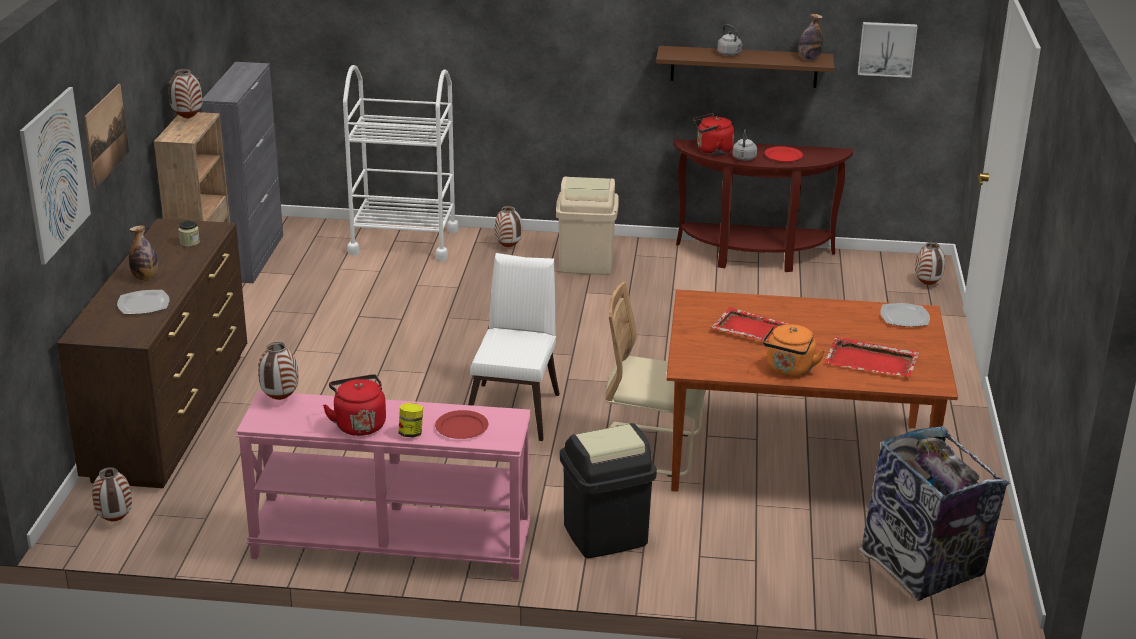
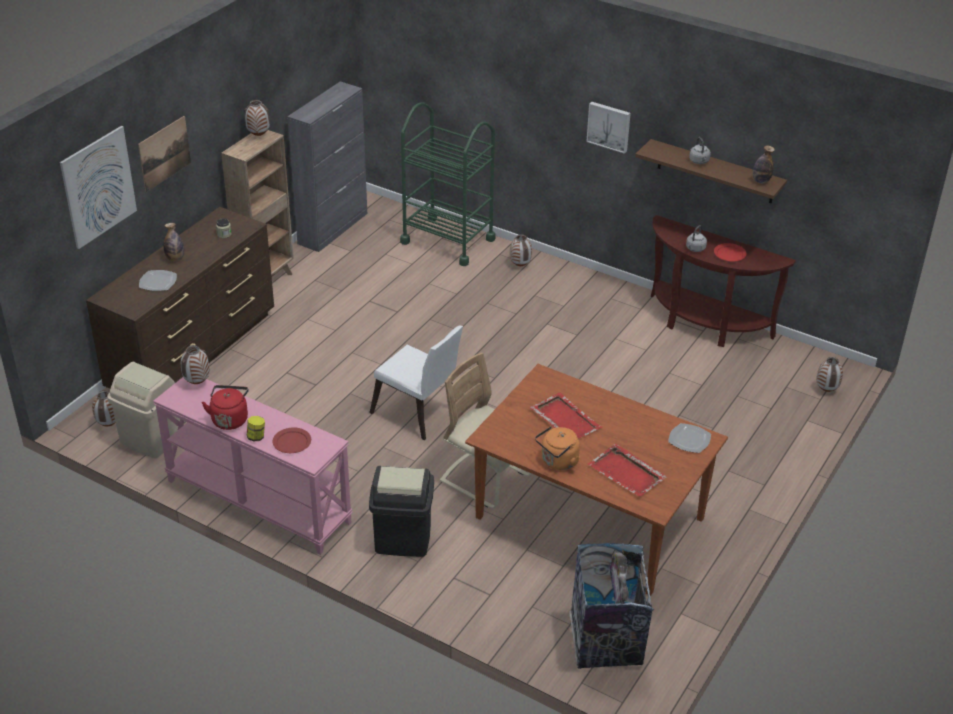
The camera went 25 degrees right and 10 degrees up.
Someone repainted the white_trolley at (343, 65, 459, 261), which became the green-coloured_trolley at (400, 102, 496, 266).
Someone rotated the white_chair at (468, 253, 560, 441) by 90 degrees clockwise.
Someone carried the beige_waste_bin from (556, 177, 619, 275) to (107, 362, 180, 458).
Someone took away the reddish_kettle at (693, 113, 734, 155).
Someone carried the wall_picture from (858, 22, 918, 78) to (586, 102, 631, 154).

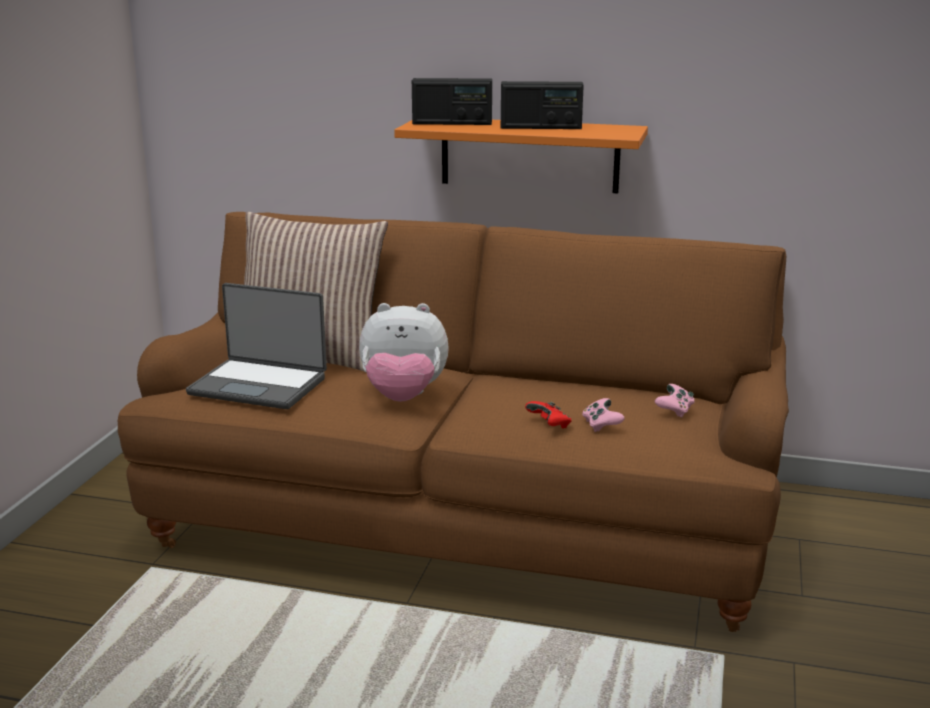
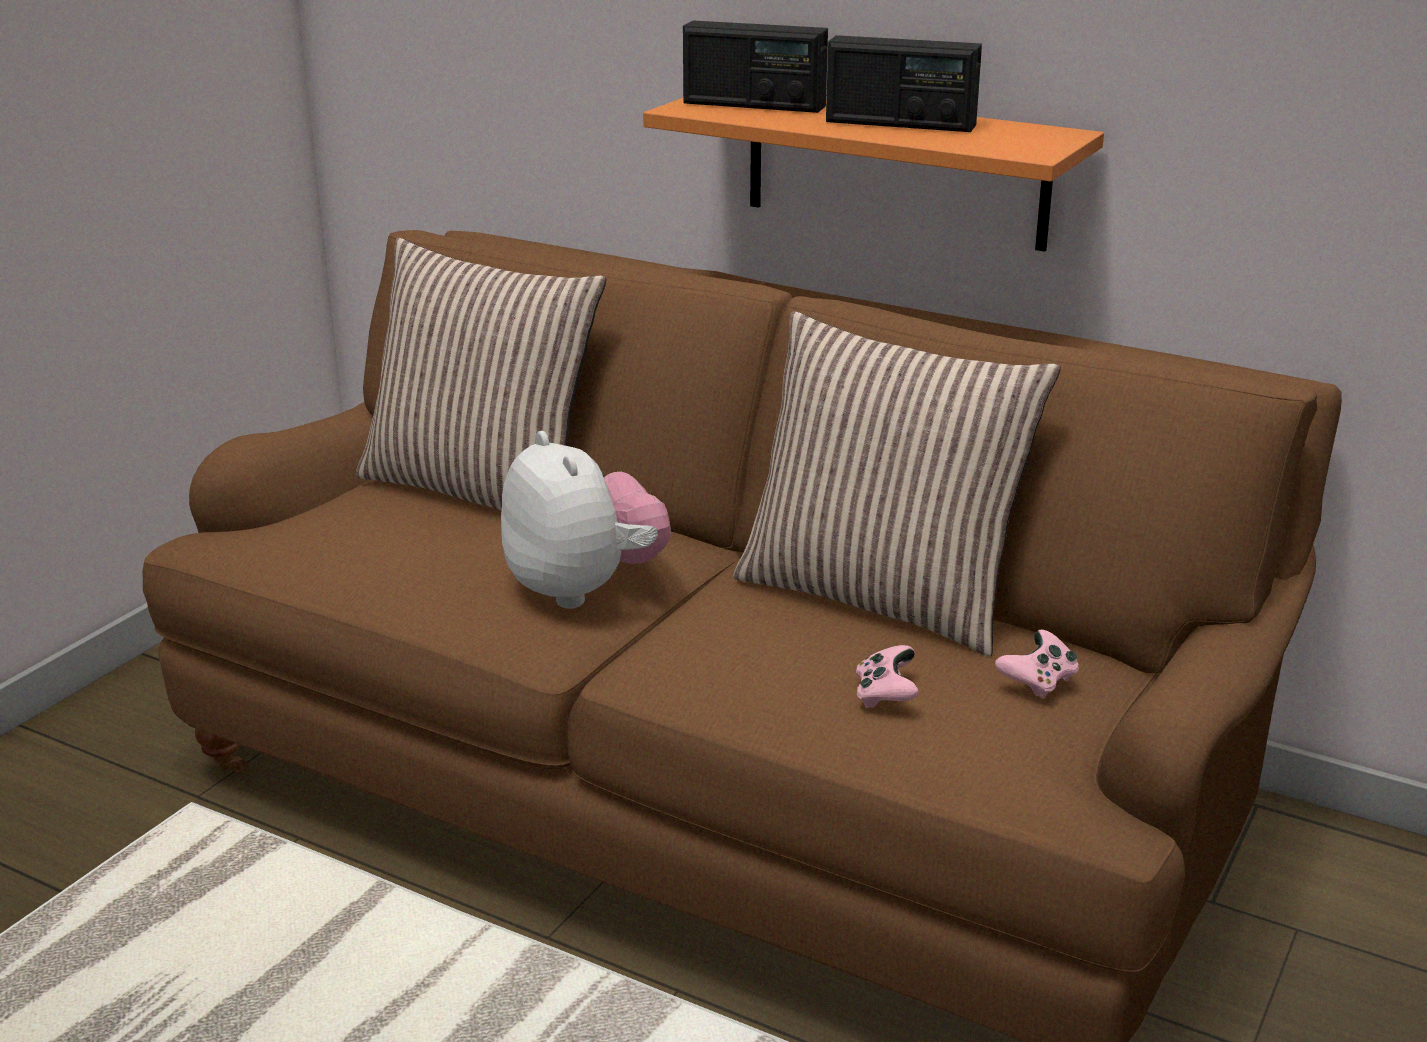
The camera went 15 degrees right and 5 degrees up.
Someone took away the notebook_computer at (186, 283, 327, 409).
Someone rotated the cuddly_toy at (359, 303, 449, 402) by 135 degrees counterclockwise.
Someone took away the reddish_joypad at (525, 401, 572, 429).
Someone put down the pillow at (734, 311, 1061, 656).

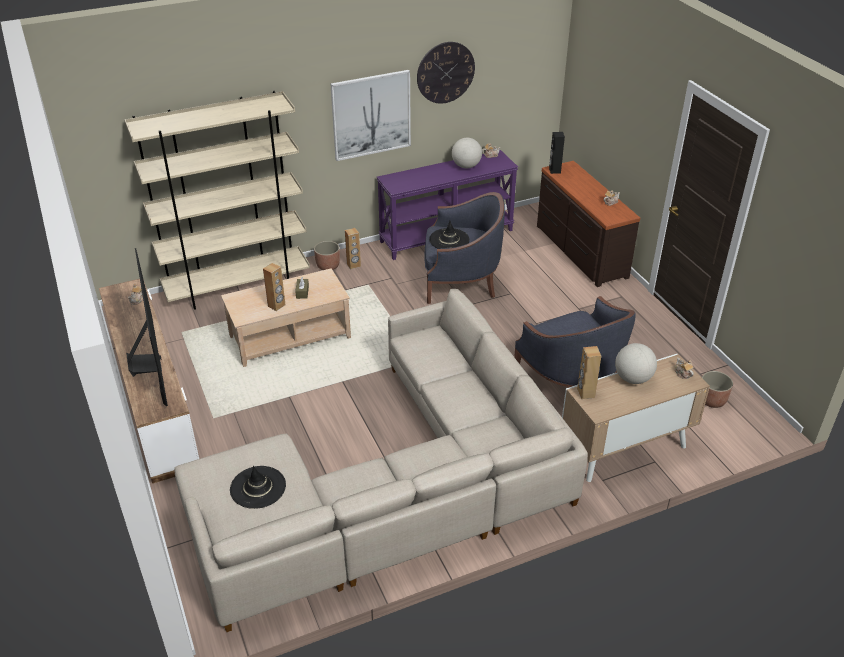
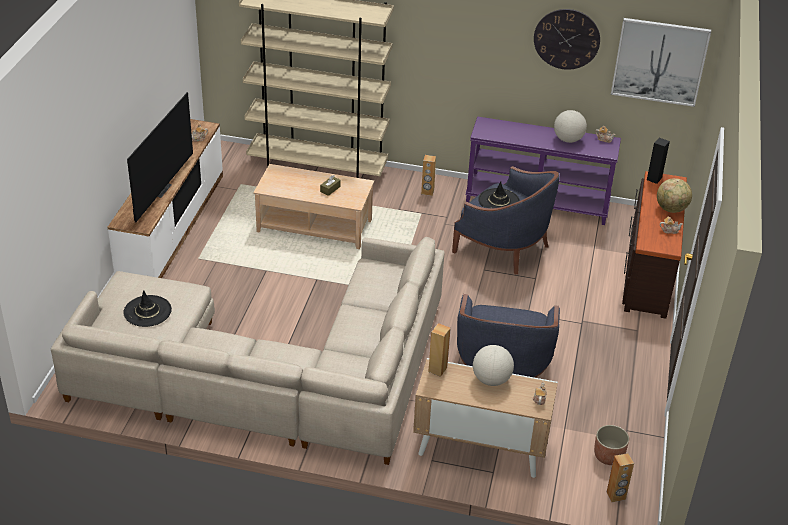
The camera went 35 degrees right and 0 degrees up.
Someone carried the brown_loudspeaker from (263, 263, 286, 311) to (607, 453, 634, 502).
Someone took away the plant_pot at (314, 241, 340, 270).
Someone carried the wall_picture from (330, 70, 411, 161) to (611, 18, 711, 107).
Someone put down the world_globe at (657, 178, 692, 213).

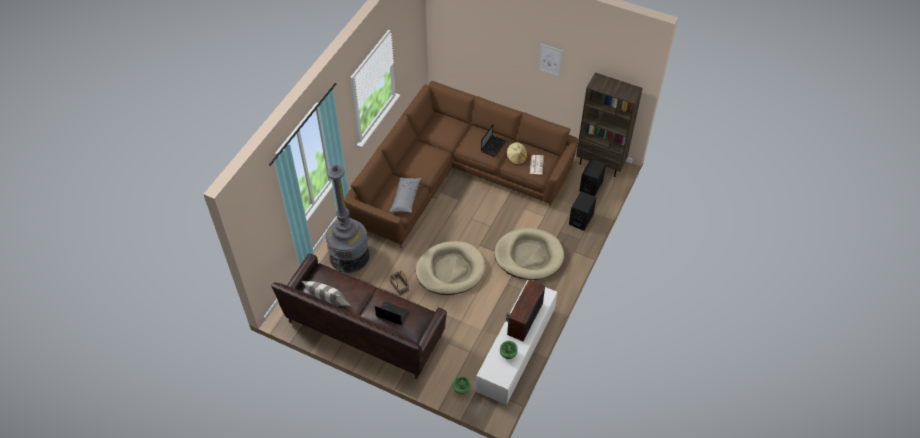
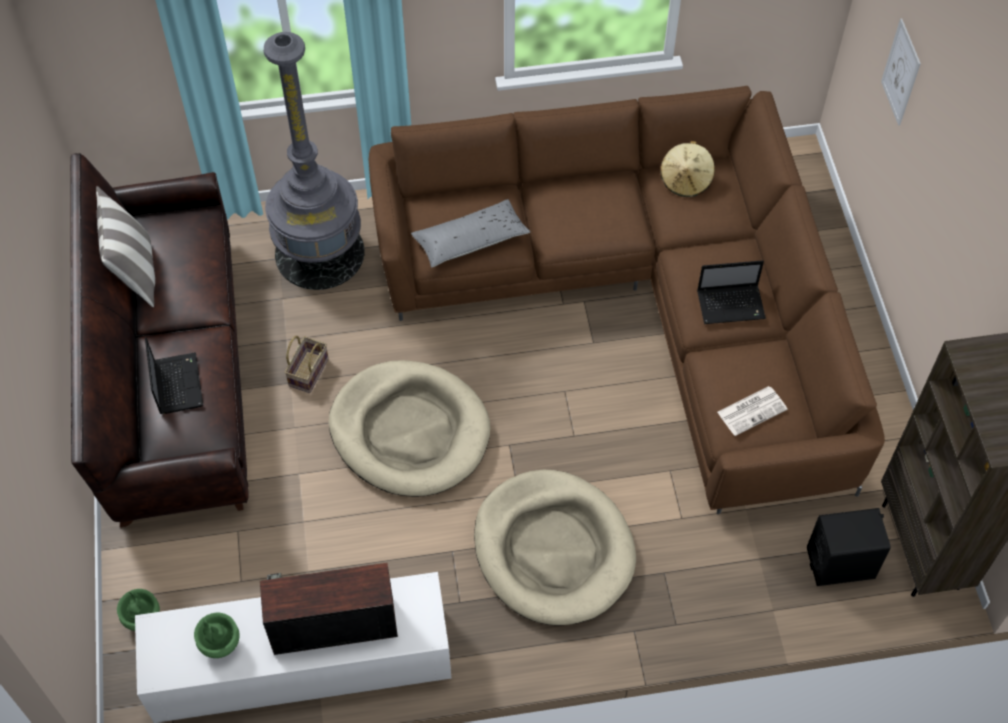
The camera went 55 degrees right and 5 degrees up.
Someone carried the beige_clothing_hat from (507, 142, 527, 165) to (660, 141, 715, 197).
Someone carried the wall_picture from (538, 44, 563, 77) to (881, 19, 921, 125).
Someone took away the black-coloured_loudspeaker at (569, 191, 596, 231).

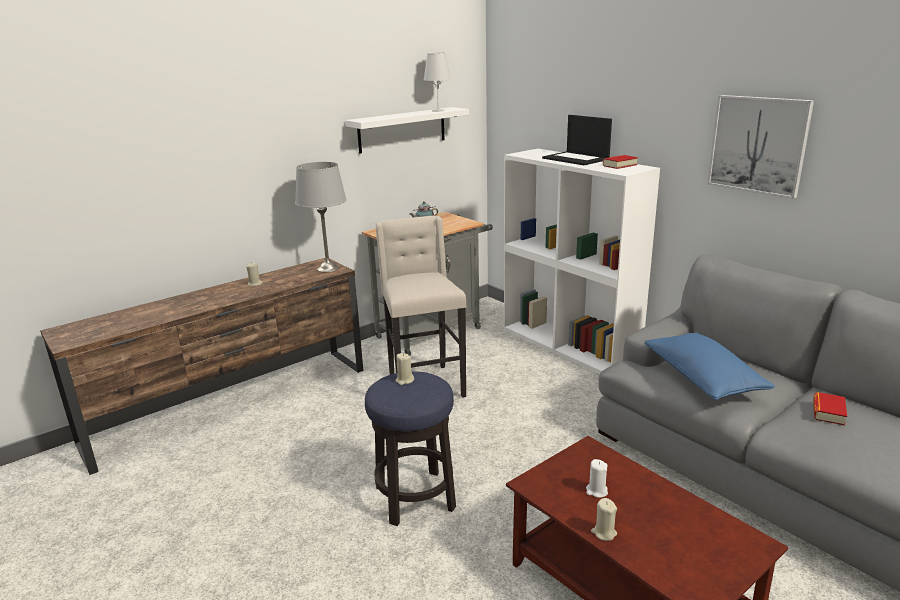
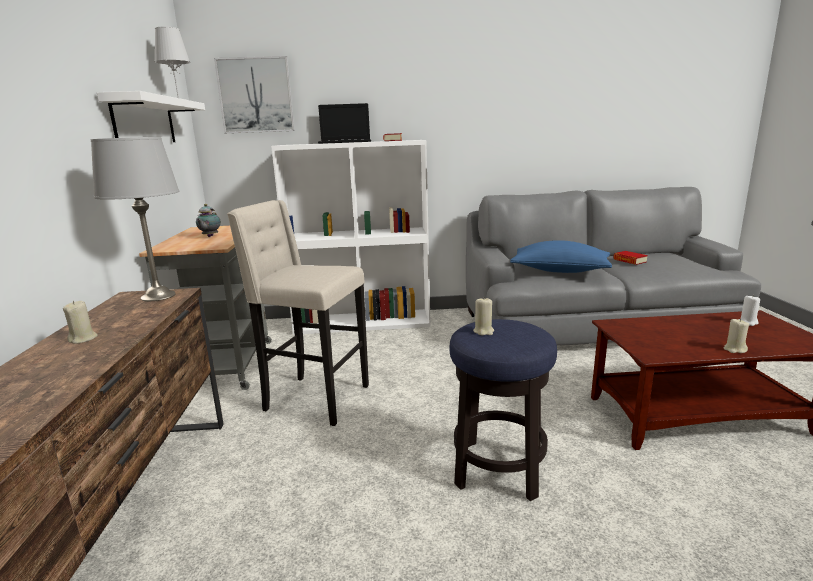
The camera went 55 degrees left and 5 degrees down.
Someone carried the white_wax_light from (586, 459, 608, 498) to (739, 295, 760, 326).
Someone carried the wall_picture from (708, 95, 814, 199) to (214, 56, 295, 133).

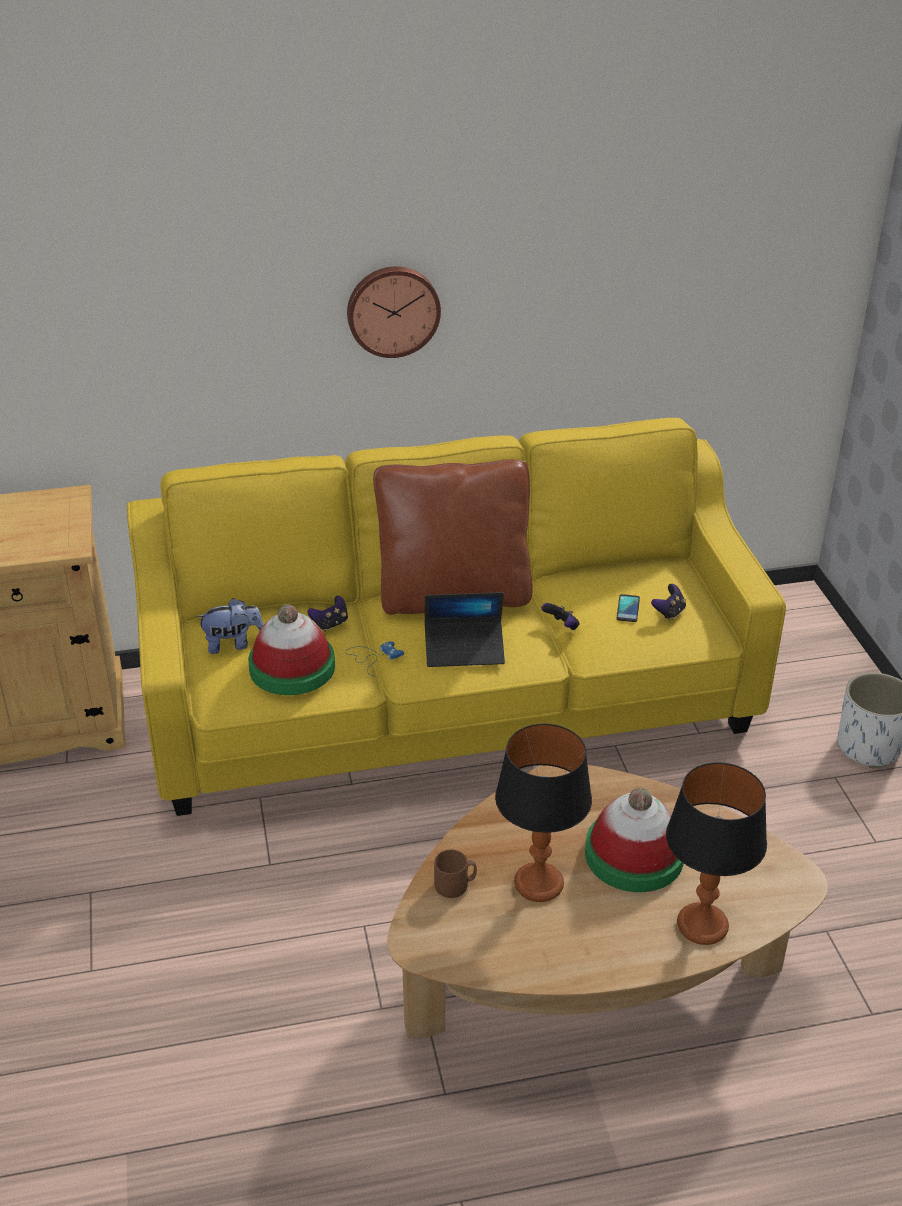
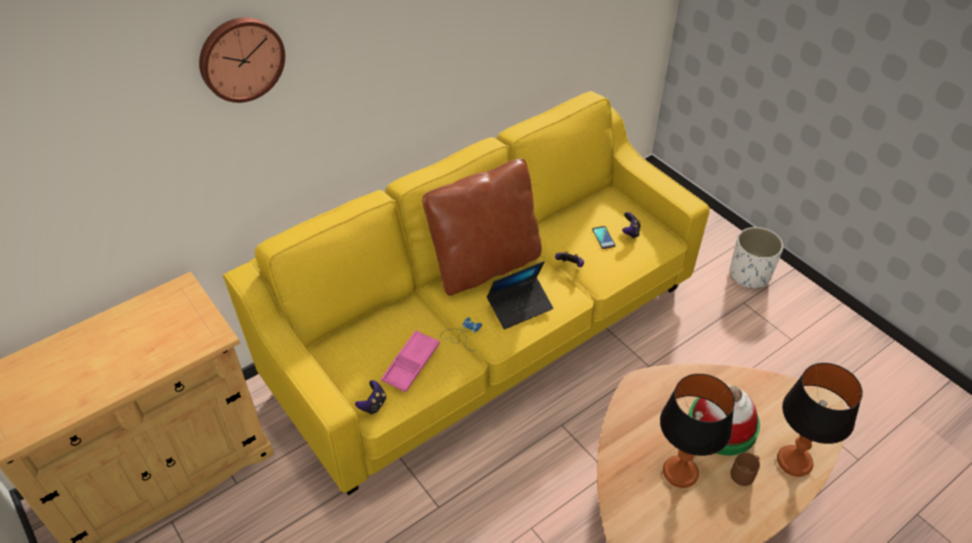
The camera went 25 degrees left and 10 degrees up.
Someone took away the cuddly_toy at (196, 598, 264, 654).
Someone swapped the clothing_hat at (248, 604, 335, 695) for the pinkish_carrying_tray at (381, 330, 440, 392).
Someone carried the joypad from (307, 596, 348, 632) to (355, 380, 386, 415).
Someone carried the clock_on_the_wall from (347, 266, 441, 358) to (199, 17, 285, 103).
Someone carried the brown_coffee_mug from (434, 850, 477, 898) to (730, 452, 760, 486).

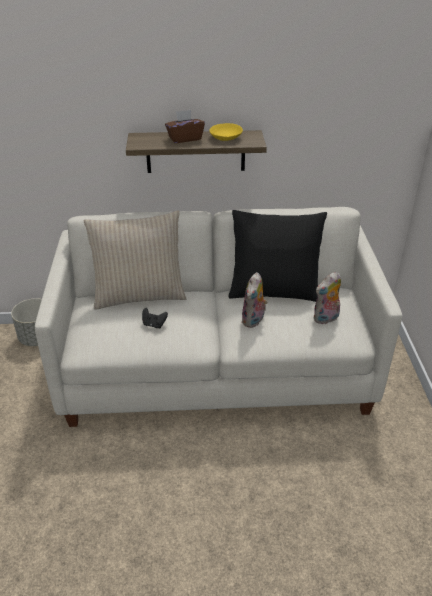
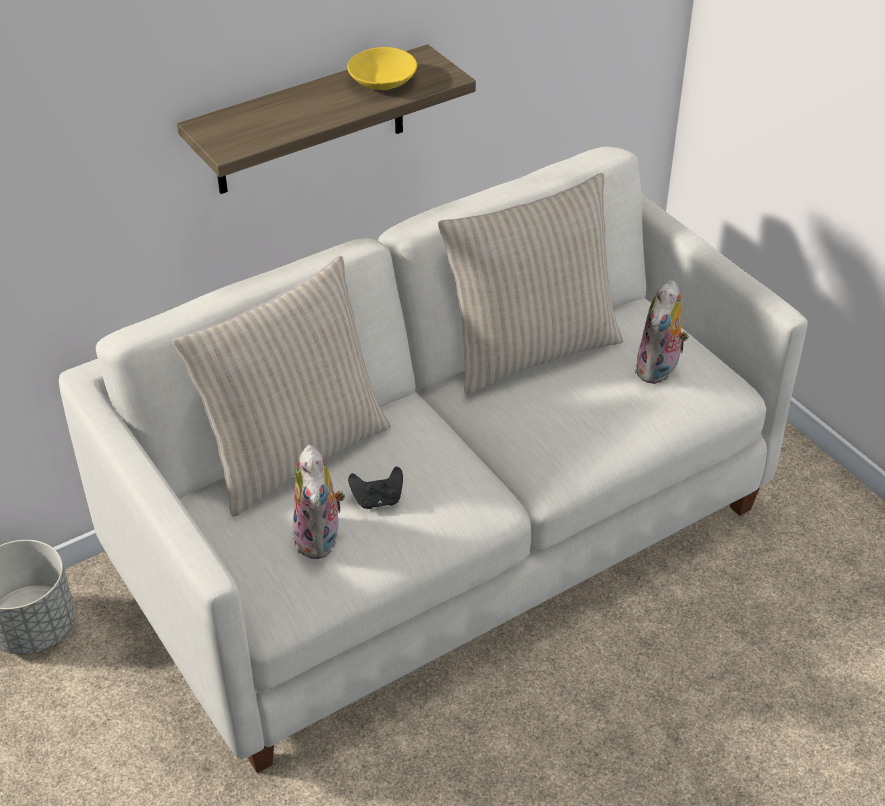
The camera went 30 degrees left and 5 degrees up.
Someone took away the brown_tissue_box at (165, 110, 205, 143).
Someone repainted the black-coloured_pillow at (228, 210, 327, 302), which became the beige_pillow at (438, 173, 623, 395).
Someone carried the cuddly_toy from (241, 272, 268, 328) to (293, 445, 345, 559).

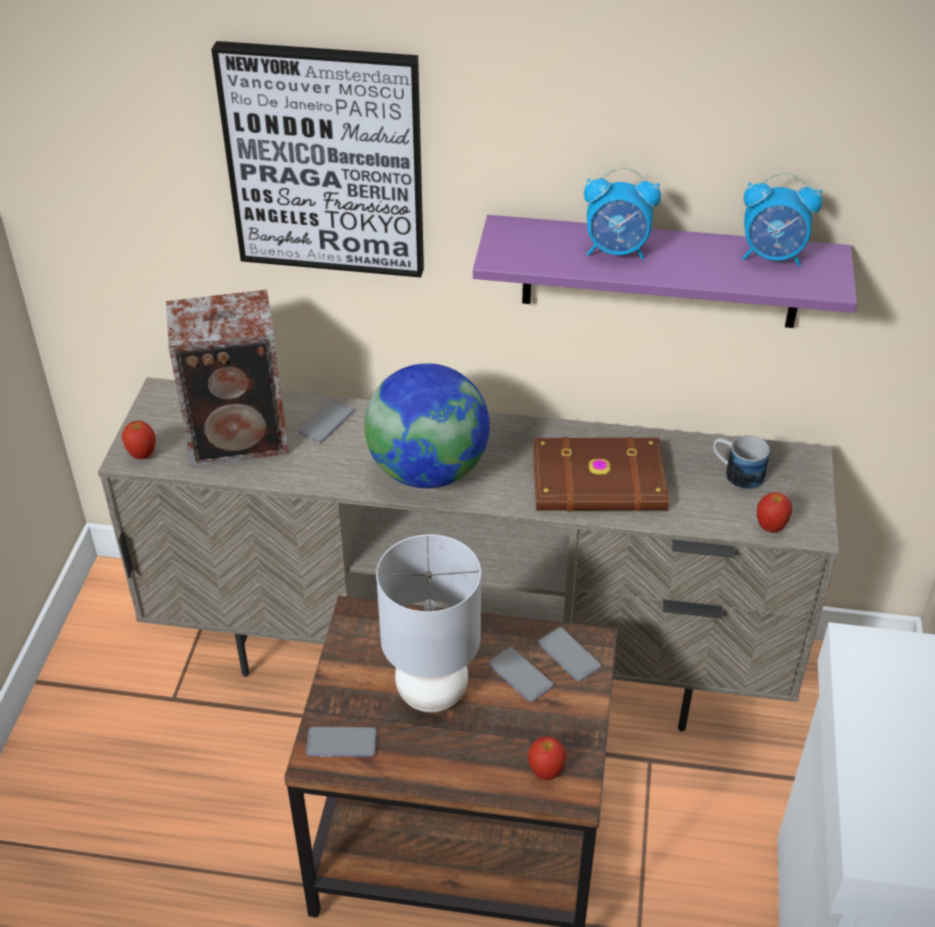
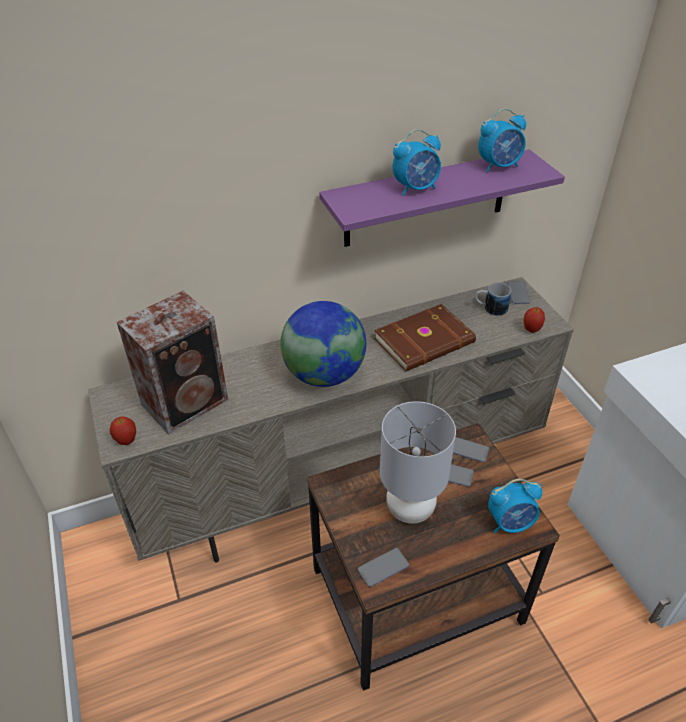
The camera went 30 degrees left and 0 degrees up.
Someone took away the wall_picture at (211, 41, 424, 277).
Someone carried the handset from (299, 400, 354, 442) to (507, 281, 530, 304).
Someone swapped the apple_fruit at (528, 736, 567, 780) for the bedside_clock at (488, 479, 542, 533).

